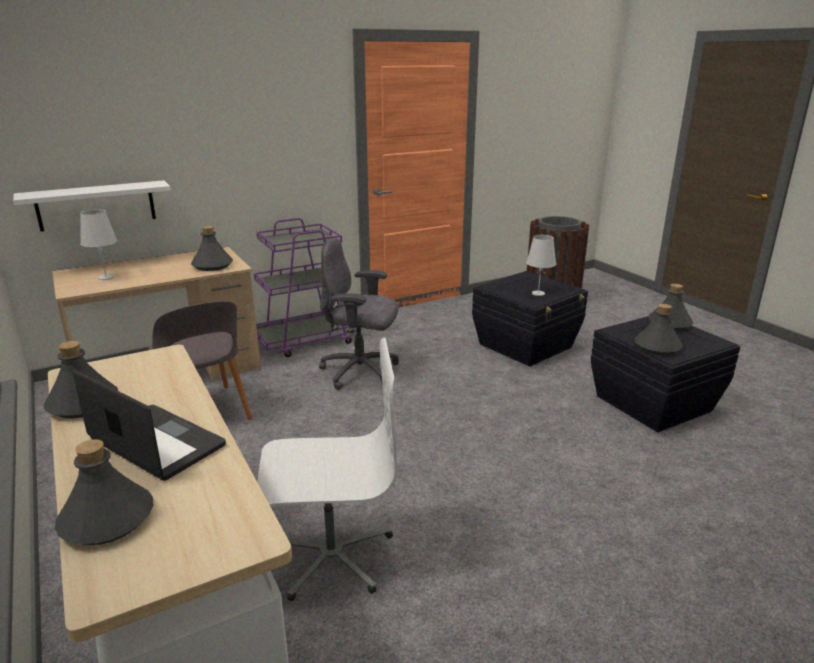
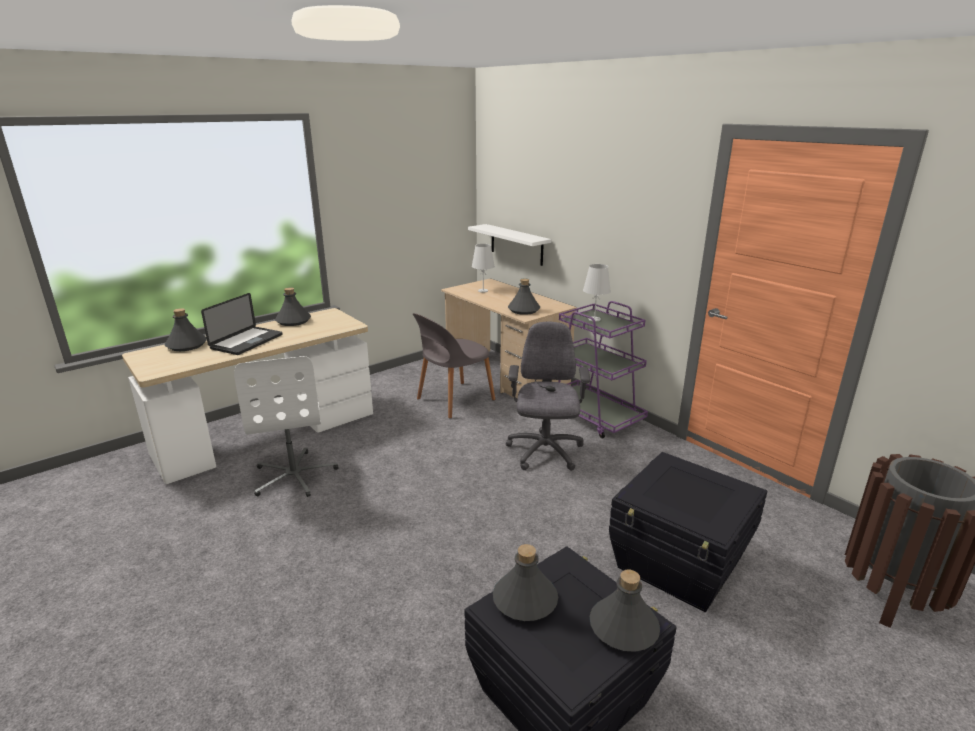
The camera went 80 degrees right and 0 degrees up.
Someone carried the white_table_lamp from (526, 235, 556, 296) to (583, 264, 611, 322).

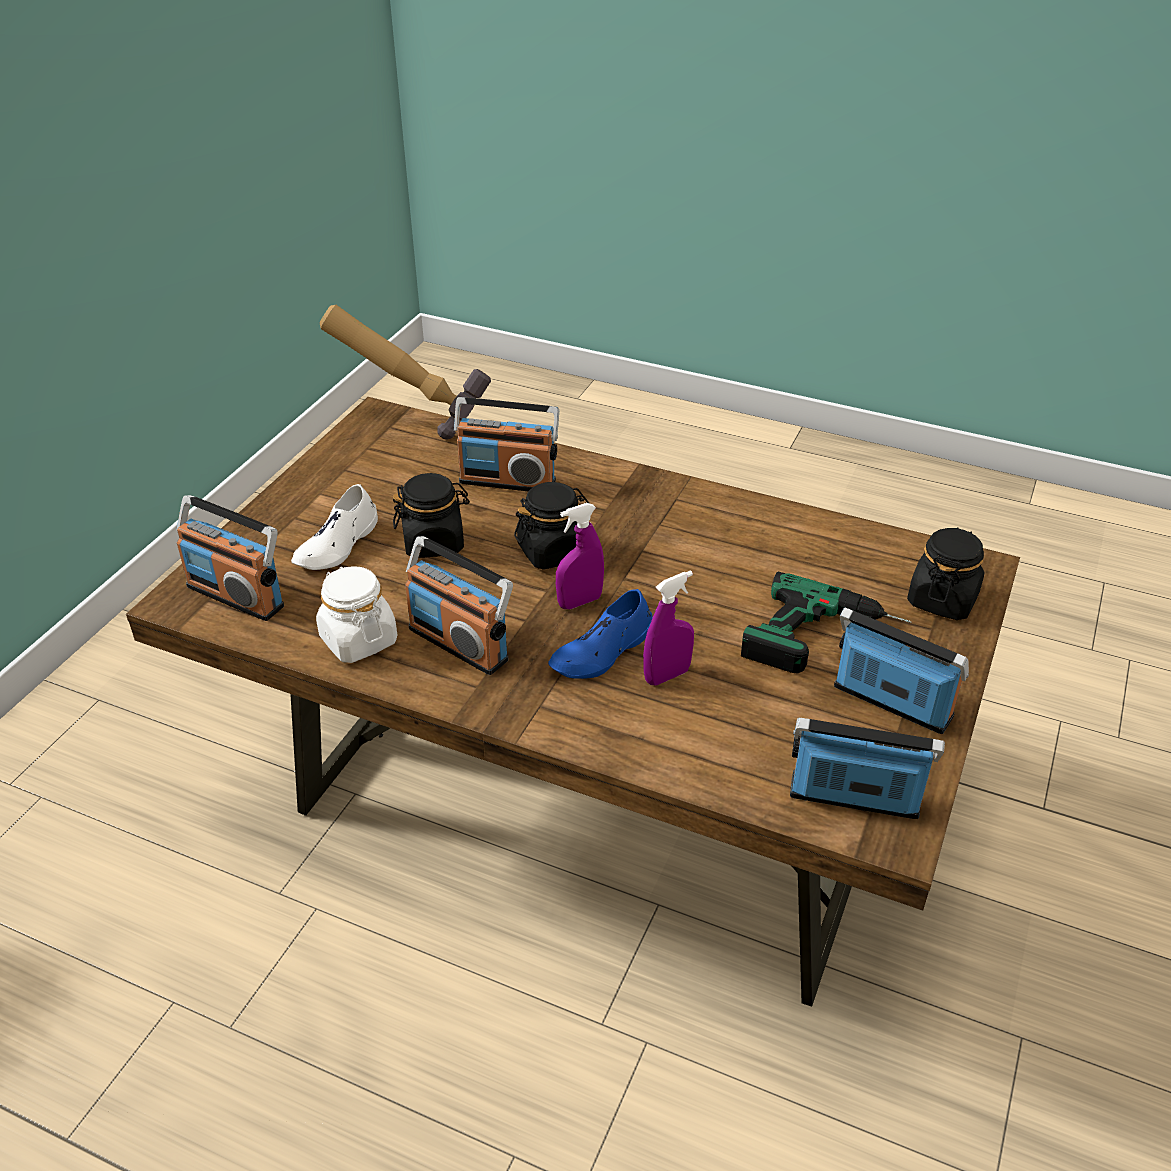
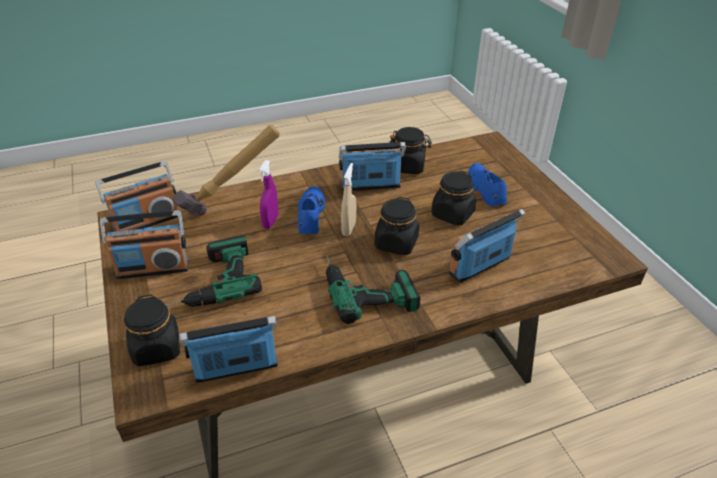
The camera went 135 degrees right and 0 degrees up.
Someone carried the radio from (176, 495, 284, 621) to (179, 316, 278, 383).
Someone repainted the white_item_of_footwear at (291, 484, 378, 570), which became the blue_item_of_footwear at (468, 163, 507, 206).
Someone repainted the white_jar at (316, 566, 397, 663), which became the black-coloured_jar at (390, 127, 432, 174).
Someone carried the hand_hammer from (320, 305, 491, 440) to (172, 125, 280, 216).
Someone repainted the purplish_hand_sprayer at (556, 503, 604, 609), which became the beige_hand_sprayer at (341, 163, 356, 236).
Someone put down the drill at (326, 255, 421, 324).

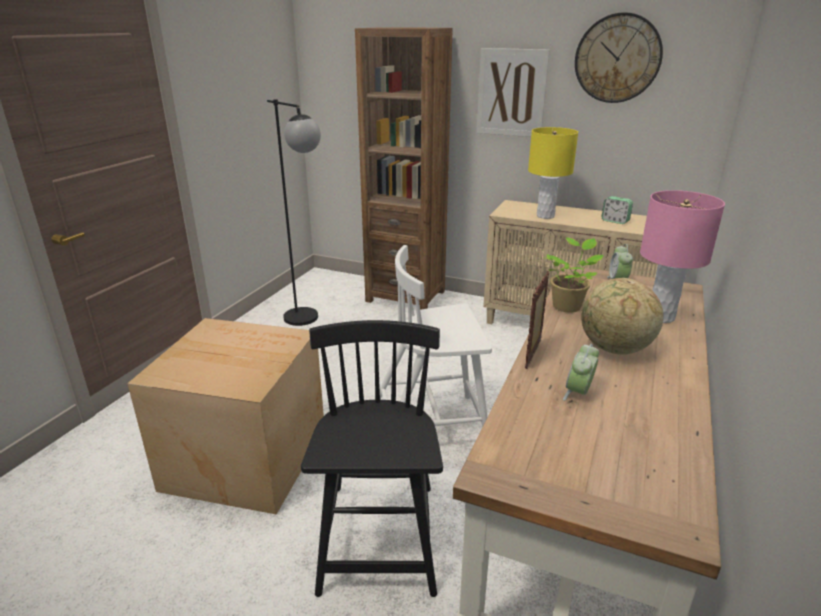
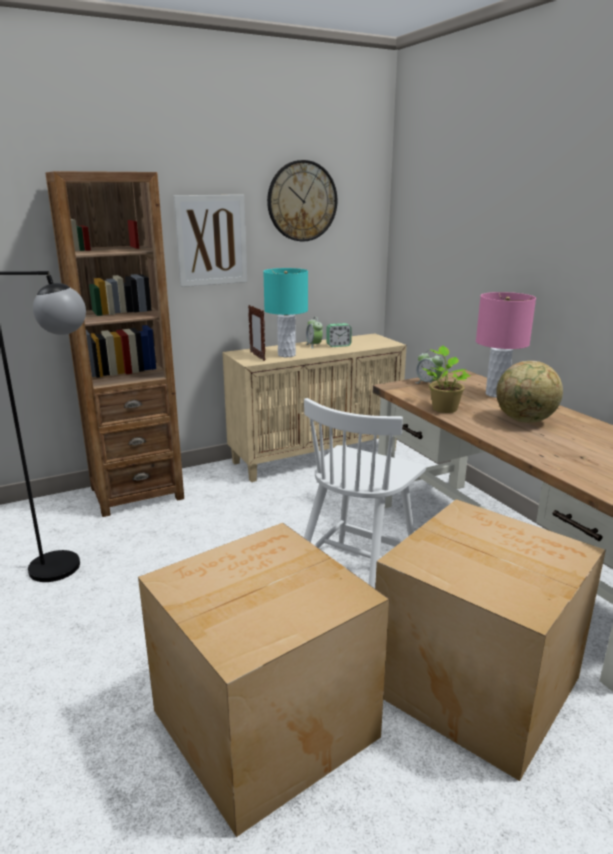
The camera went 50 degrees left and 5 degrees down.
Someone swapped the black-coloured_chair at (301, 320, 443, 597) for the cardboard_box at (375, 499, 606, 781).
Someone carried the photo_frame from (525, 271, 549, 369) to (248, 305, 265, 361).
Someone repainted the yellow_table_lamp at (528, 127, 578, 219), which became the turquoise-coloured_table_lamp at (263, 268, 308, 357).
Someone carried the bedside_clock from (563, 344, 599, 401) to (306, 317, 323, 349).

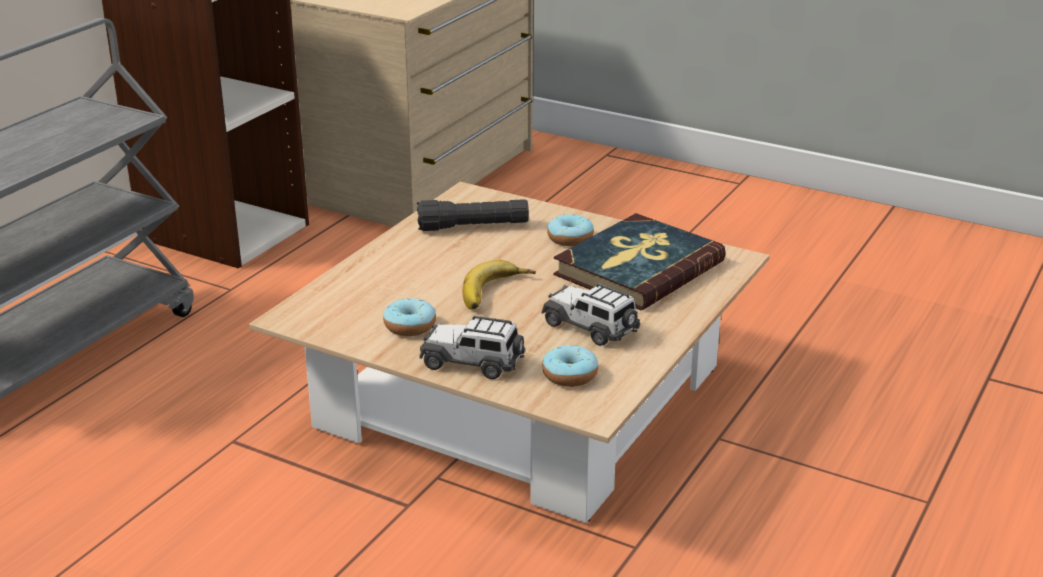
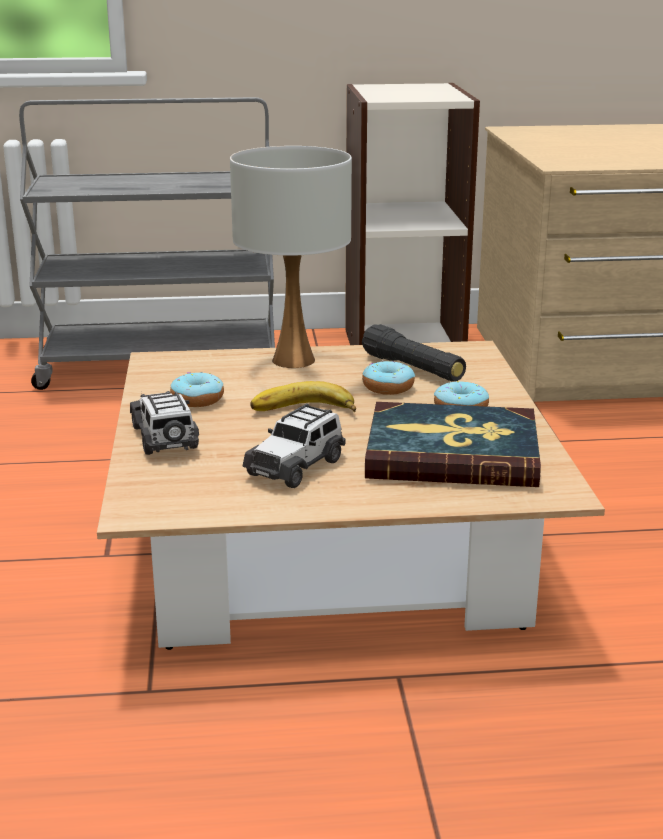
The camera went 55 degrees right and 5 degrees down.
Someone rotated the model_car at (541, 284, 641, 346) by 150 degrees counterclockwise.
Someone carried the doughnut from (542, 345, 598, 387) to (362, 360, 415, 395).
Someone put down the white_table_lamp at (230, 146, 352, 368).

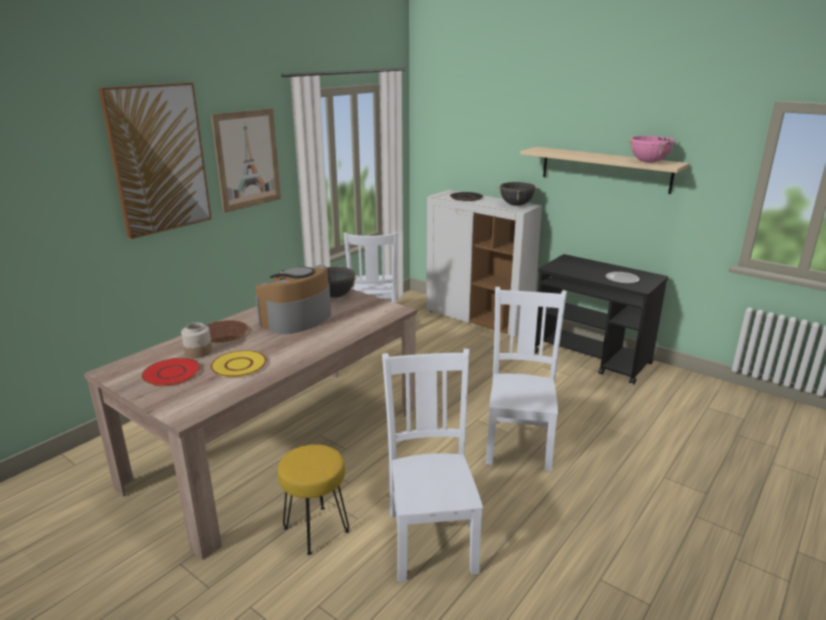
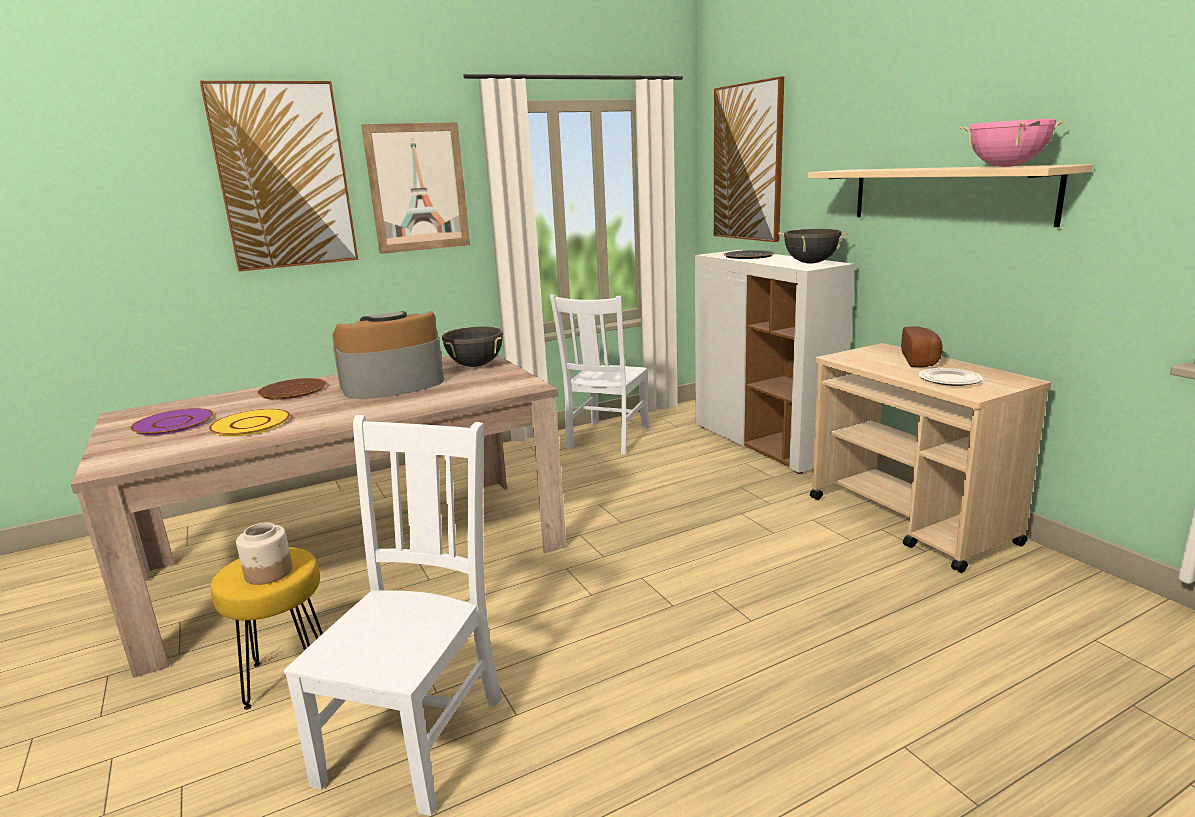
The camera went 25 degrees right and 5 degrees down.
Someone repainted the reddish_flat_dish at (142, 358, 200, 386), which became the purplish_flat_dish at (130, 408, 213, 435).
Someone carried the jar from (181, 323, 212, 358) to (236, 522, 293, 585).
Someone took away the white_chair at (485, 287, 567, 471).
Someone repainted the black-coloured_trolley at (535, 254, 668, 385), which became the beige_trolley at (810, 343, 1051, 573).
Someone put up the wall_picture at (714, 77, 784, 242).
Someone put down the bakery_bread at (901, 327, 943, 367).

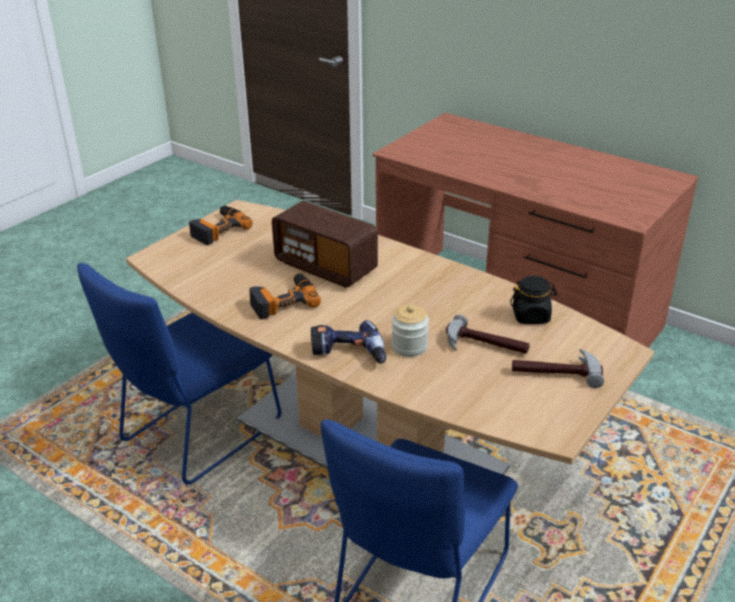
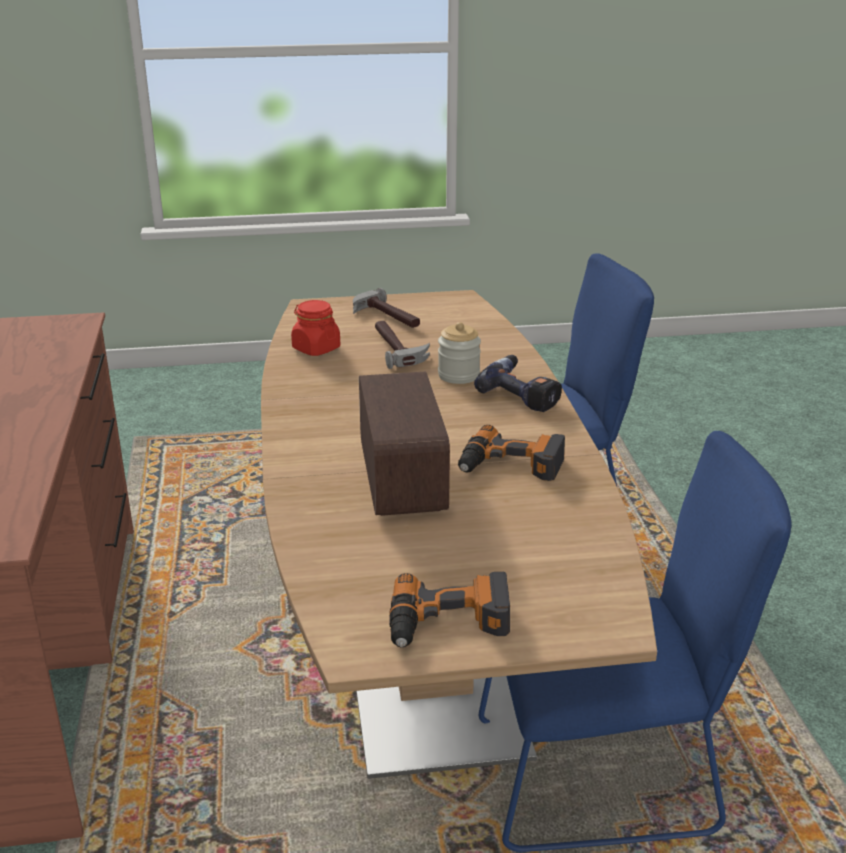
The camera went 135 degrees left and 5 degrees down.
Someone repainted the black-coloured_jar at (510, 276, 557, 324), which became the reddish_jar at (291, 300, 340, 356).

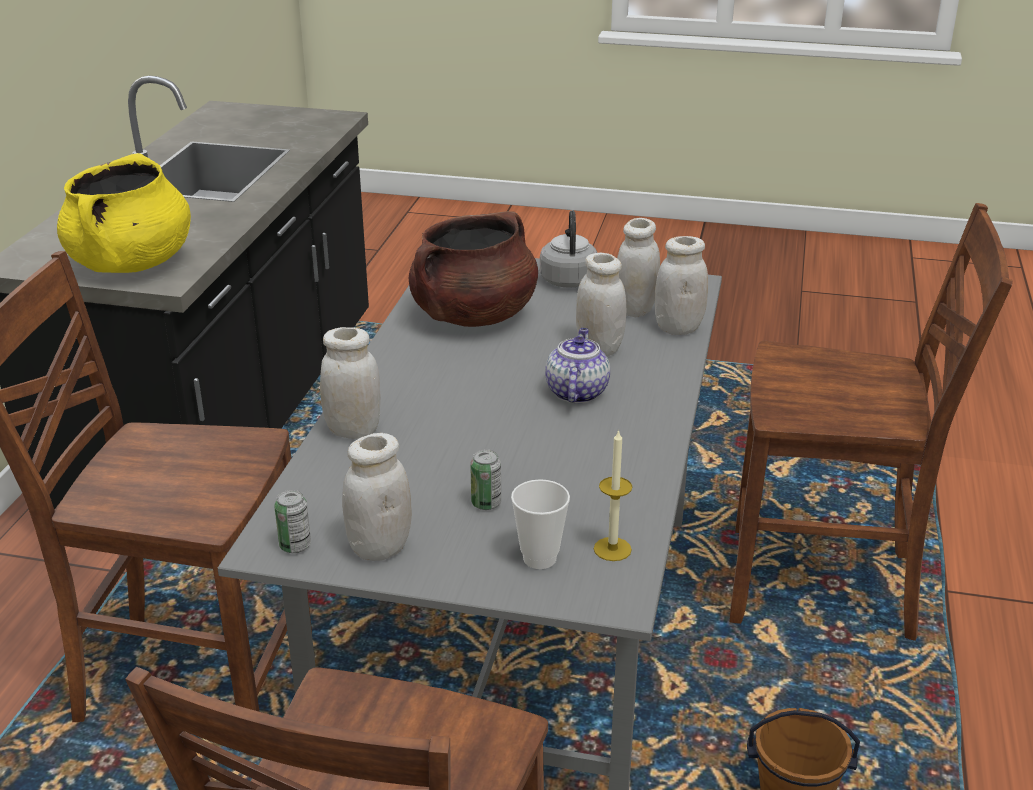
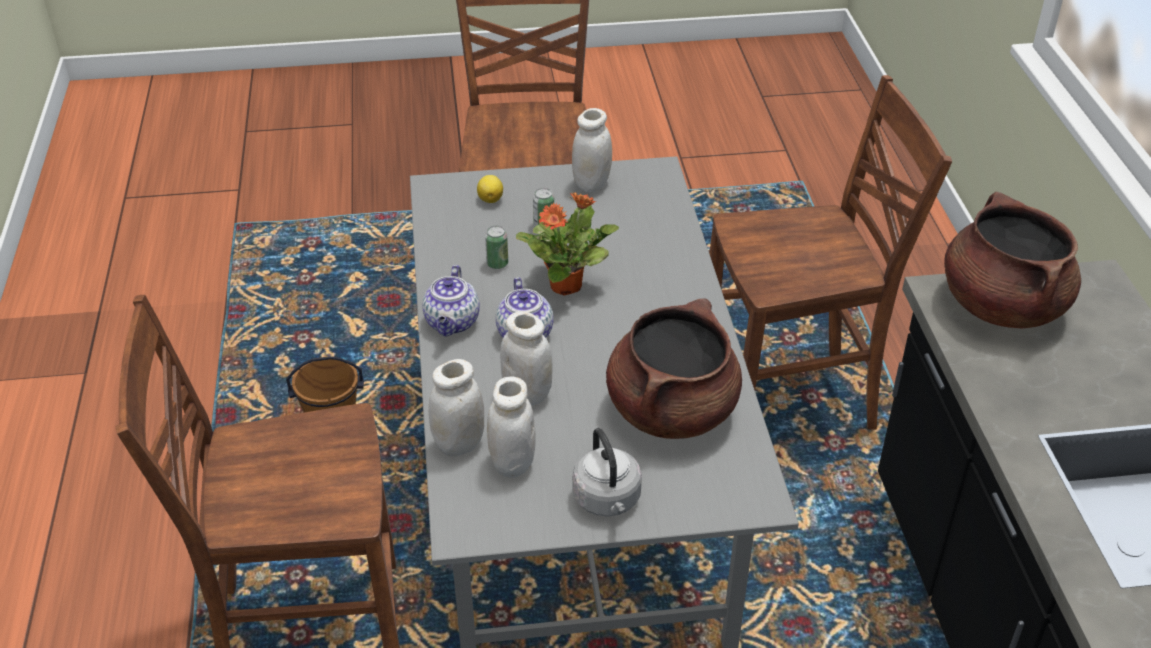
The camera went 160 degrees right and 10 degrees up.
Someone repainted the yellow_stockpot at (57, 153, 191, 273), which became the brown_stockpot at (944, 192, 1081, 328).
Someone carried the metal_can from (274, 490, 311, 553) to (485, 226, 508, 269).
Someone took away the white_jar at (320, 327, 381, 439).
Someone swapped the cup at (511, 479, 570, 569) for the citrus_fruit at (477, 175, 503, 203).
Someone took away the wax_light at (594, 429, 632, 561).
Someone put down the tea_pot at (422, 265, 480, 336).
Someone put down the potted_plant at (516, 192, 619, 296).

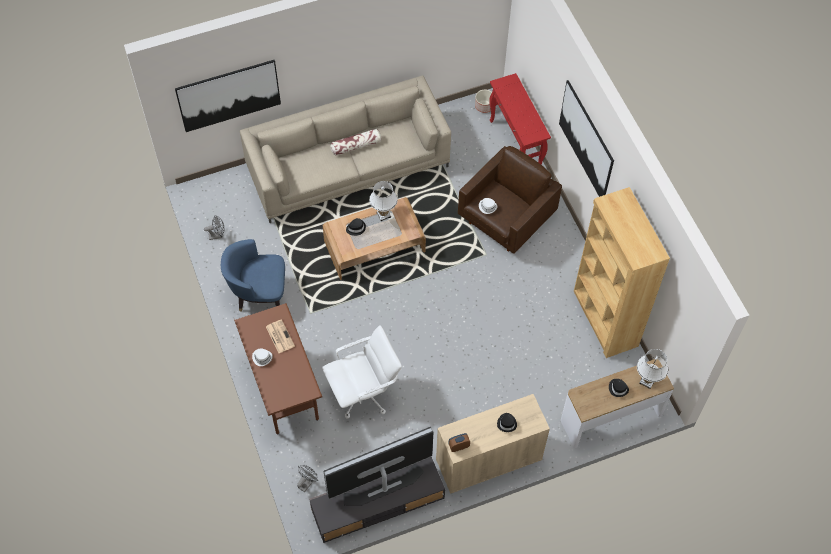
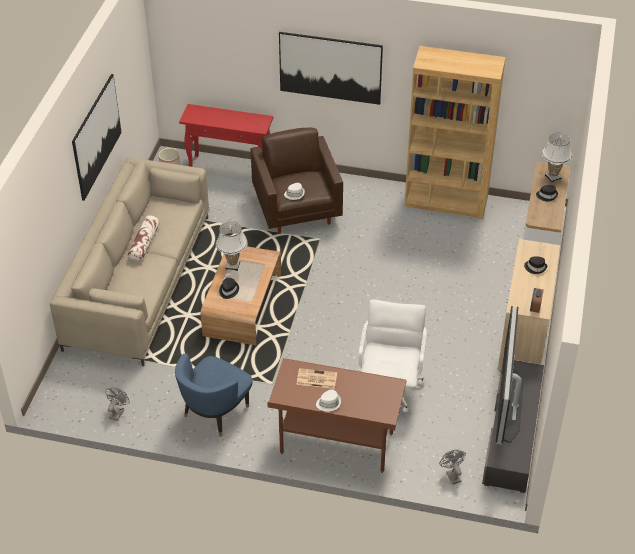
The camera went 55 degrees left and 15 degrees down.
Someone carried the wall_picture from (175, 60, 281, 132) to (72, 74, 122, 201).

